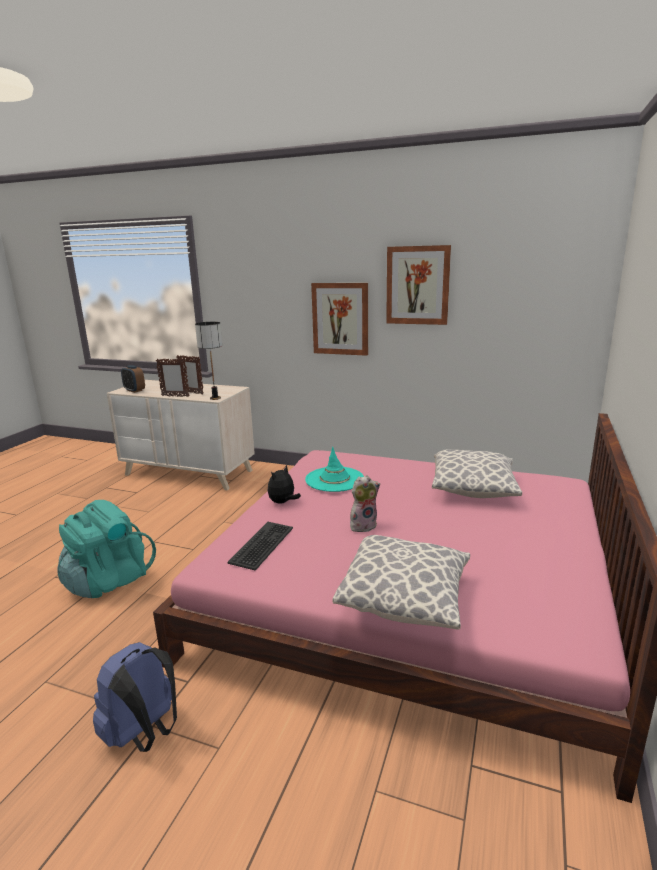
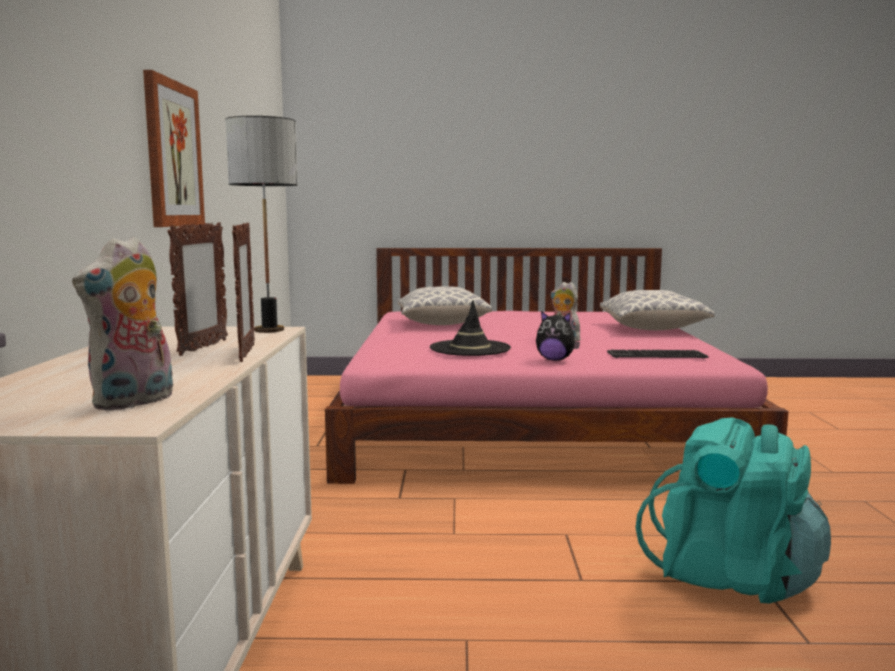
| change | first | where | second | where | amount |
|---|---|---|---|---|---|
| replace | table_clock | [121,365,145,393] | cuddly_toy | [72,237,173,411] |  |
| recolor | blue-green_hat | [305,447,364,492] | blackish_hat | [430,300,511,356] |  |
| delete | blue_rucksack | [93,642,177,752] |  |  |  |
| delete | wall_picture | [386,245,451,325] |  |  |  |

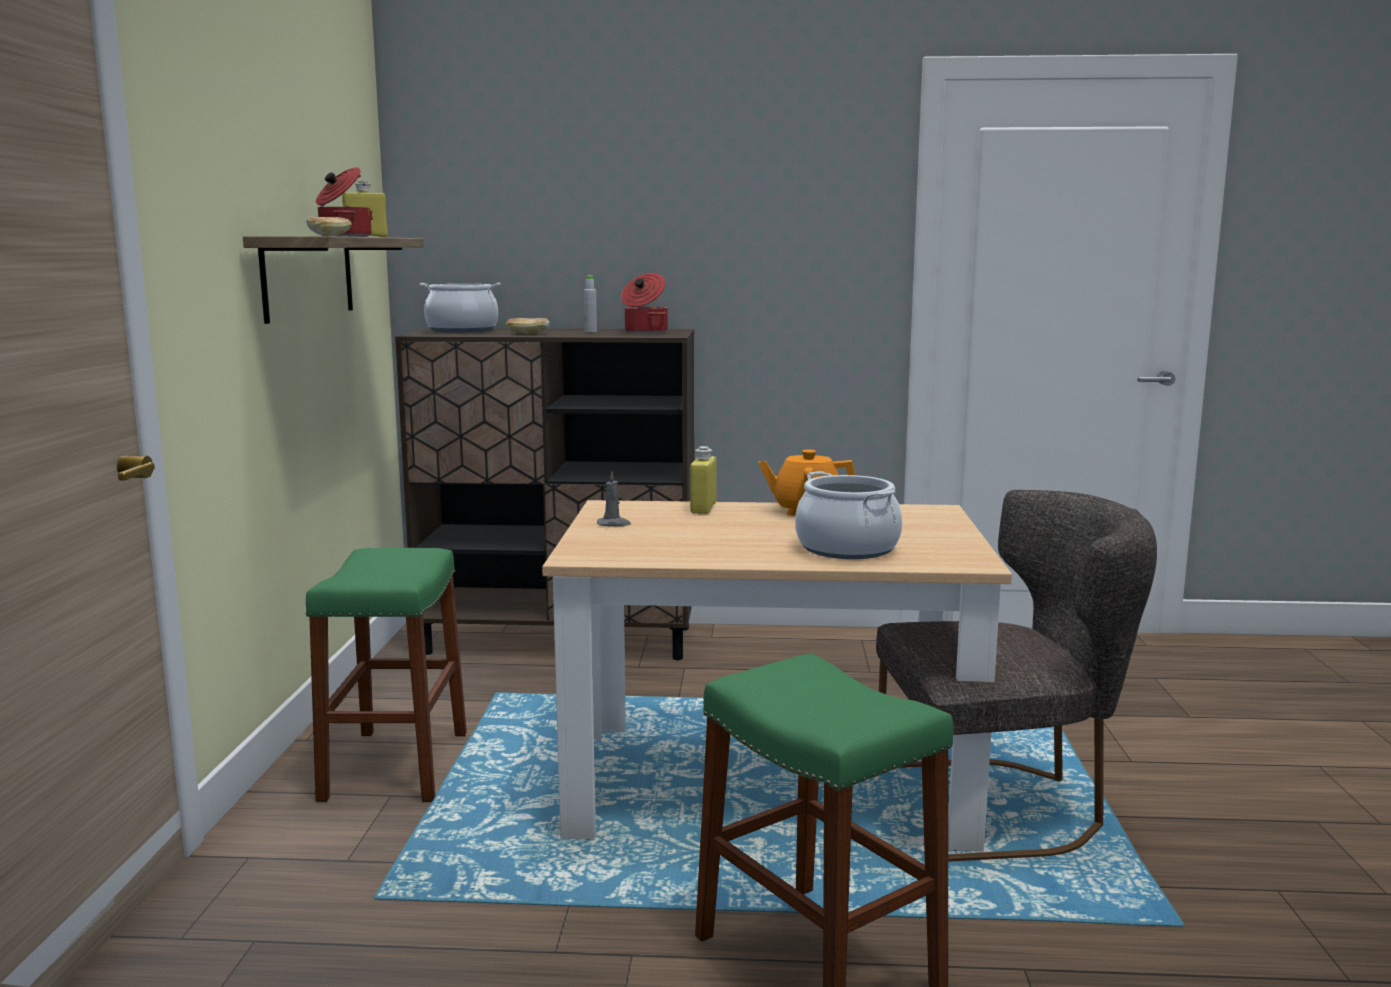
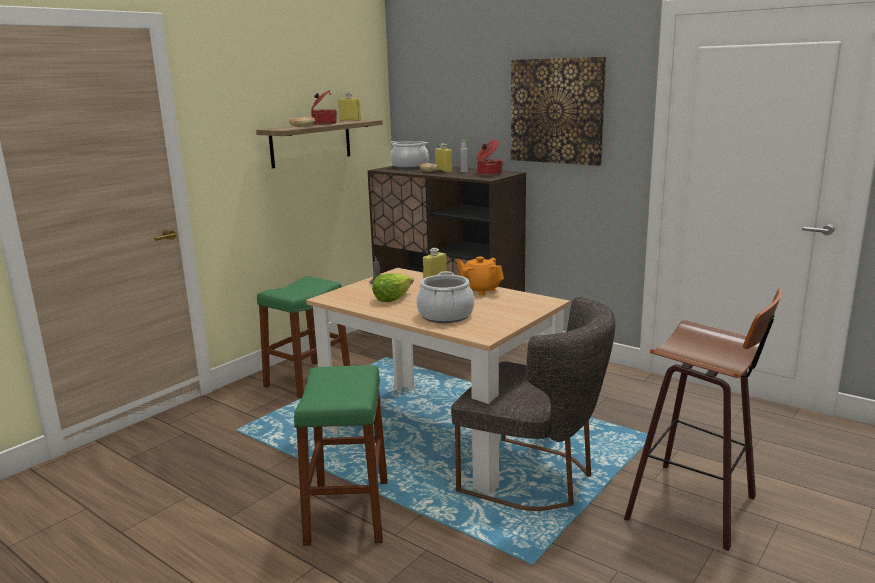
| change | first | where | second | where | amount |
|---|---|---|---|---|---|
| insert |  |  | lettuce_head | [372,273,414,302] |  |
| insert |  |  | yellowish_beverage_bottle | [435,143,452,172] |  |
| insert |  |  | wall_picture | [511,57,606,166] |  |
| insert |  |  | stool | [624,289,782,551] |  |

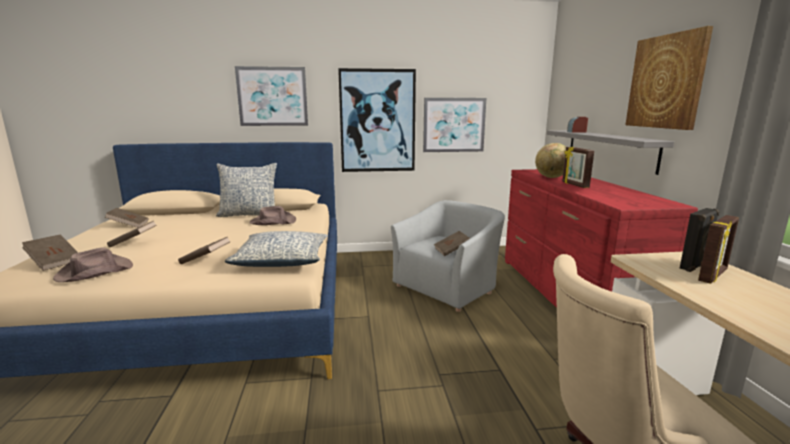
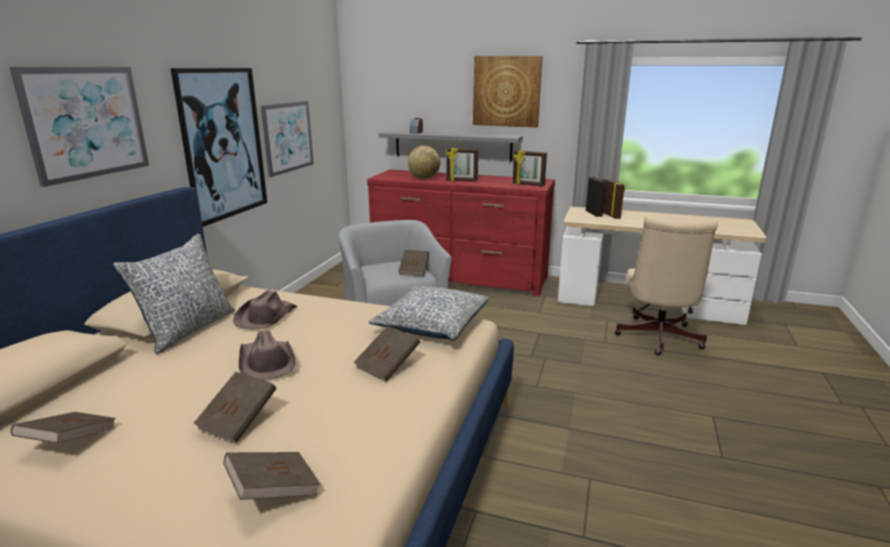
| change | first | where | second | where | amount |
|---|---|---|---|---|---|
| move | brown_hat | [53,248,133,282] |  | [238,330,296,380] |  |
| insert |  |  | picture_frame | [513,150,547,186] |  |

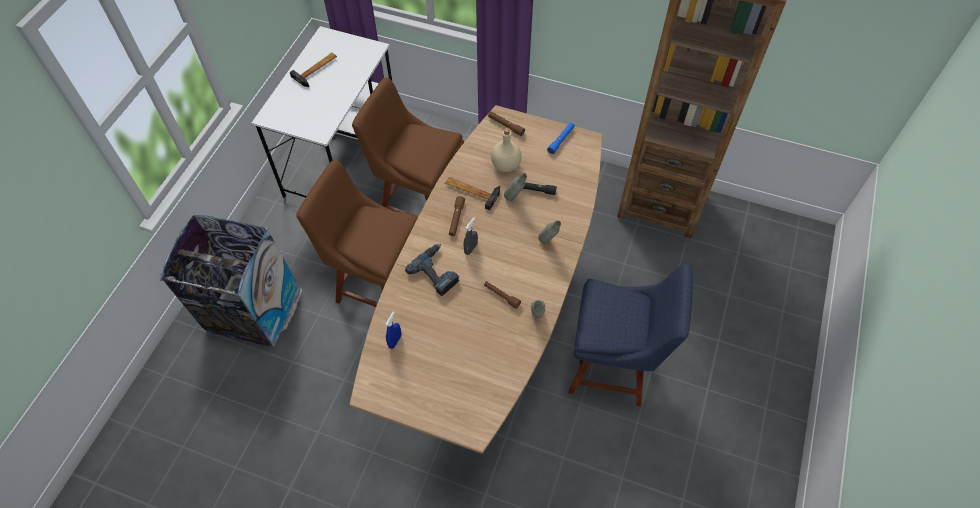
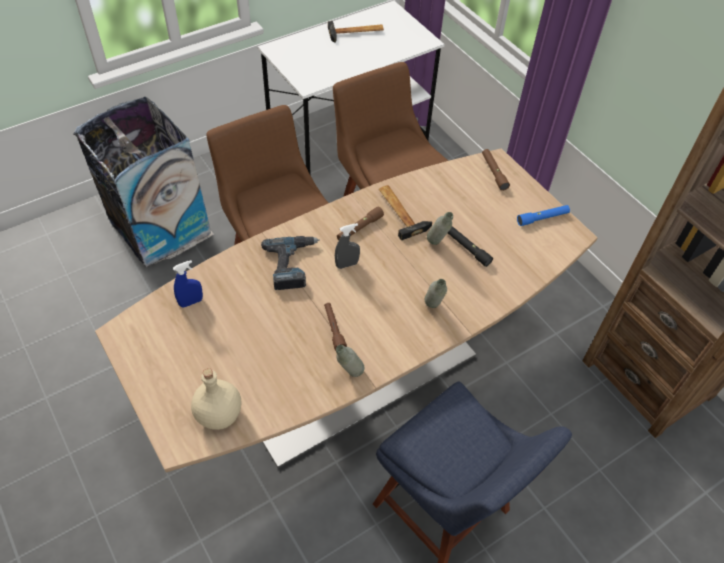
| change | first | where | second | where | amount |
|---|---|---|---|---|---|
| move | sand-coloured_beverage_bottle | [491,128,522,172] |  | [191,368,241,430] |  |

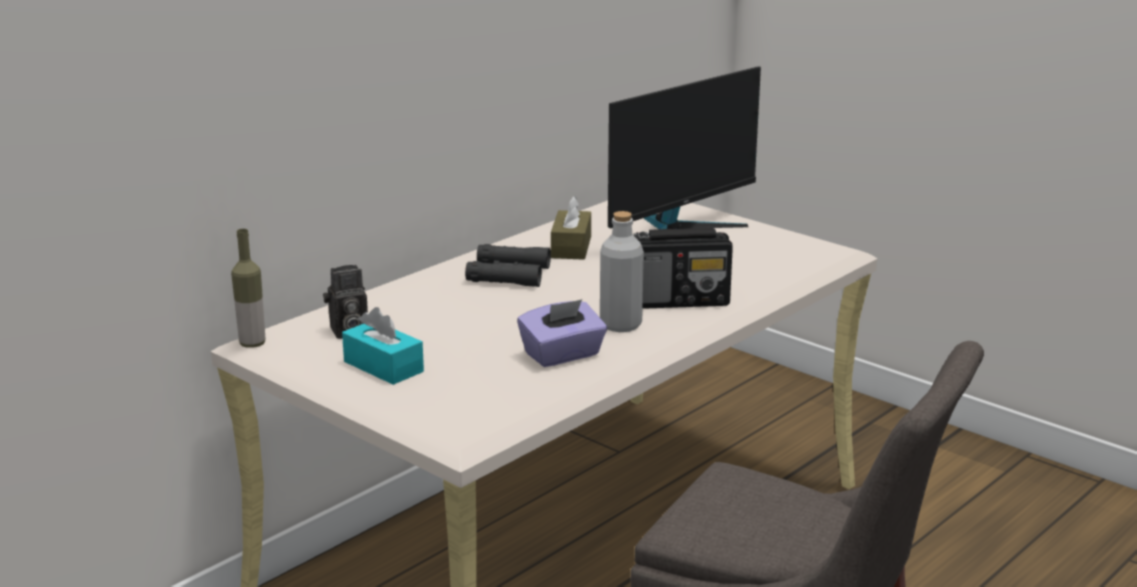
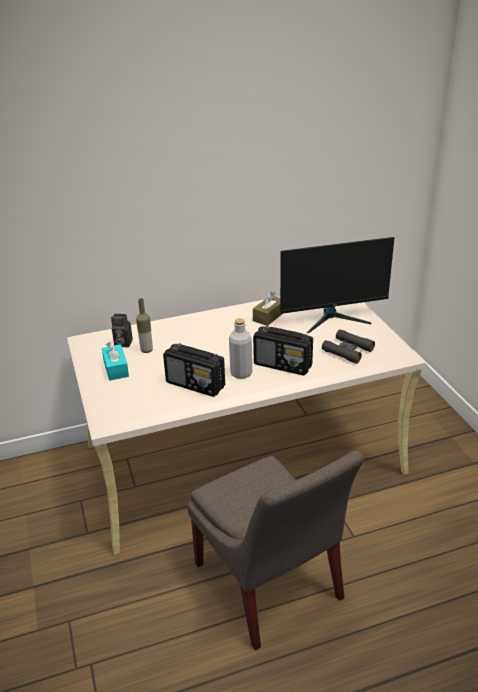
| change | first | where | second | where | amount |
|---|---|---|---|---|---|
| move | beverage_bottle | [231,229,265,348] |  | [136,298,153,353] |  |
| replace | purplish_box_of_tissues | [517,299,607,367] | radio_receiver | [163,343,225,397] |  |
| move | blackish_binoculars | [465,244,551,287] |  | [322,329,375,364] |  |

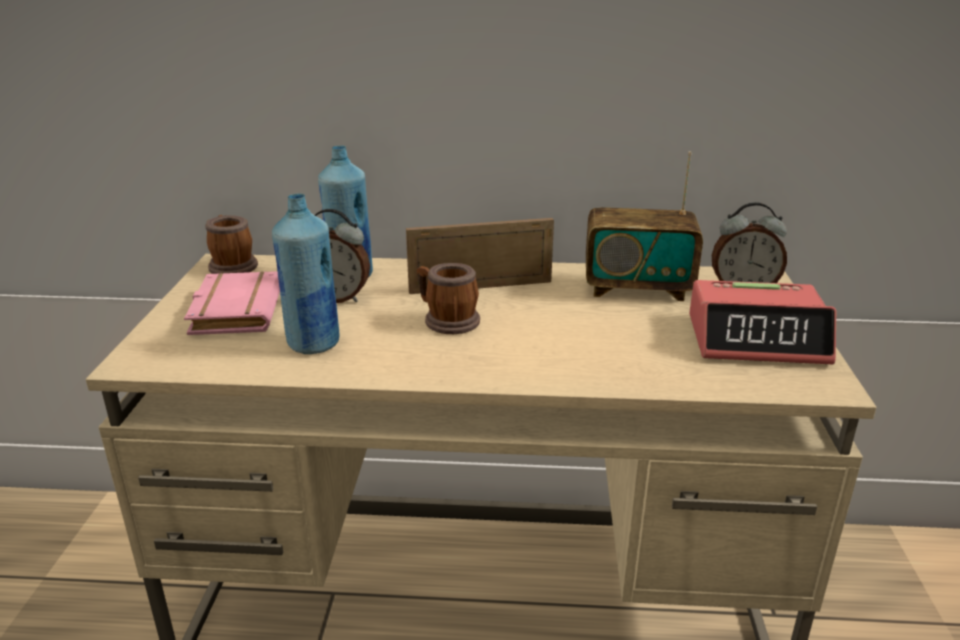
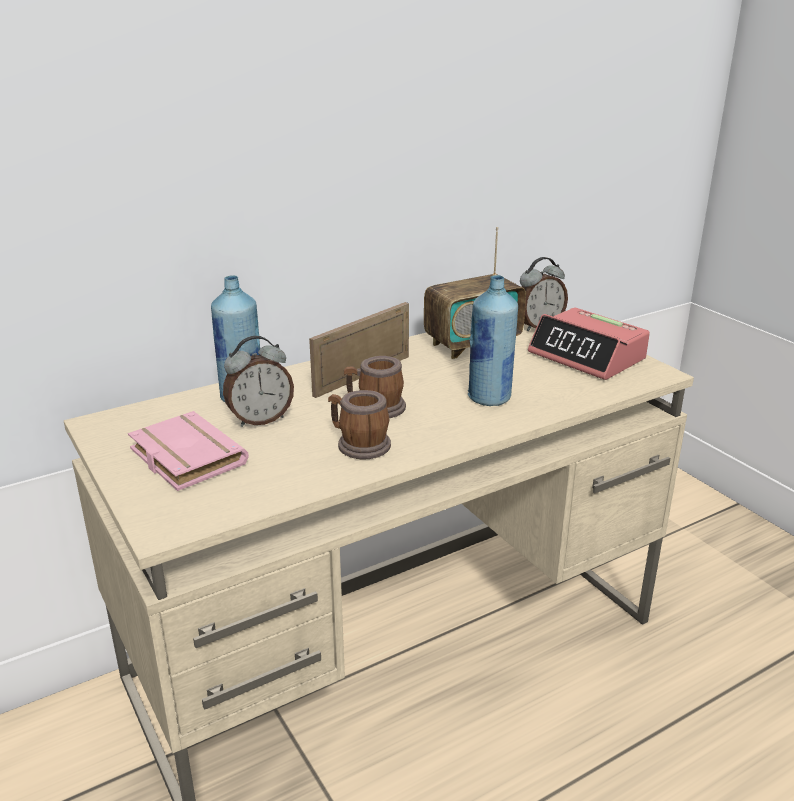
| change | first | where | second | where | amount |
|---|---|---|---|---|---|
| move | mug | [205,215,258,274] |  | [328,390,391,459] |  |
| move | blue_beverage_bottle | [272,193,340,354] |  | [468,275,518,406] |  |
| rotate | table_clock | [689,280,836,364] |  | [528,307,650,380] | 75 degrees clockwise |

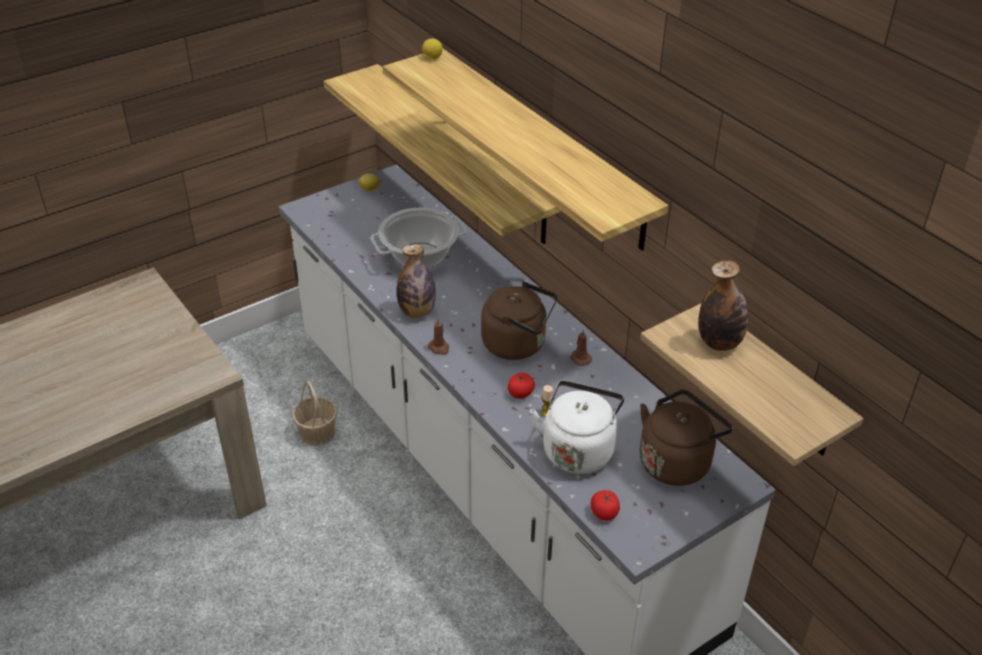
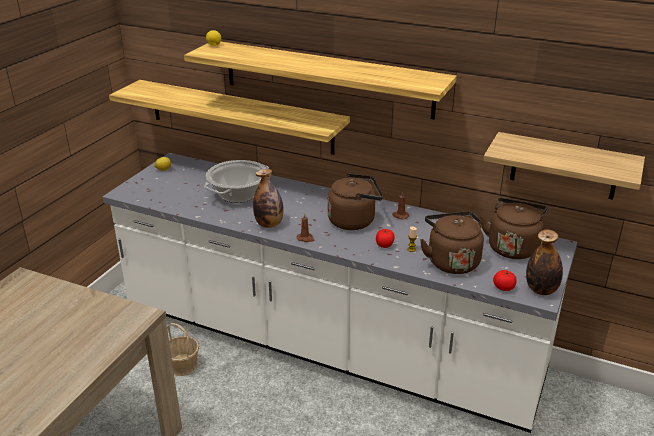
| change | first | where | second | where | amount |
|---|---|---|---|---|---|
| recolor | white_tea_kettle | [530,380,624,474] | brown_tea_kettle | [420,211,484,274] |  |
| move | beverage_bottle | [698,260,748,351] |  | [526,230,563,295] |  |

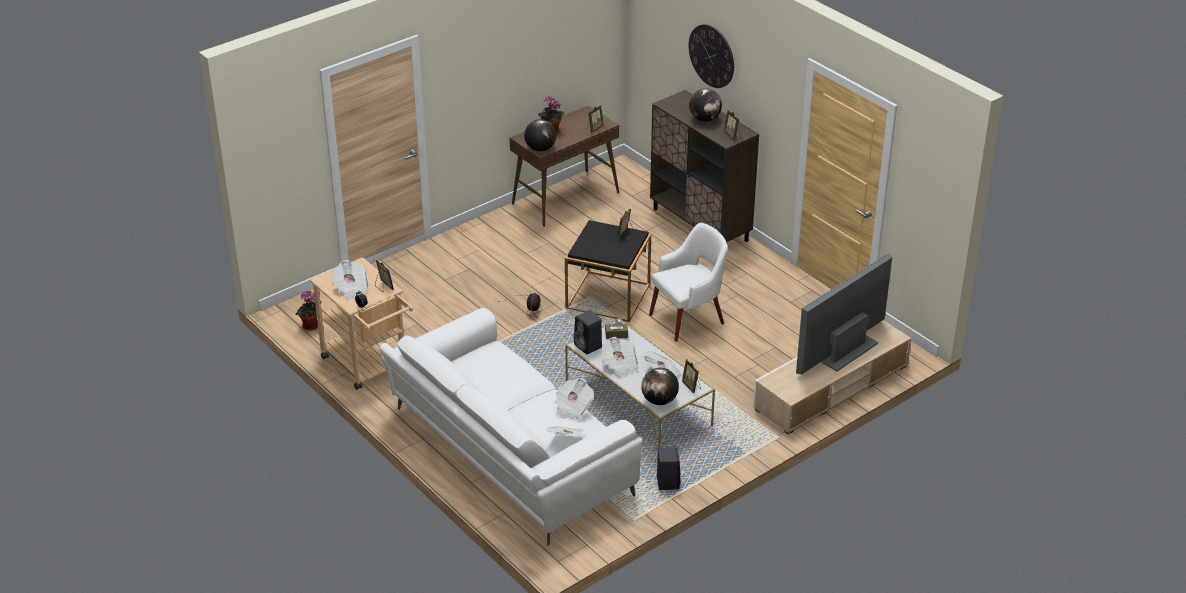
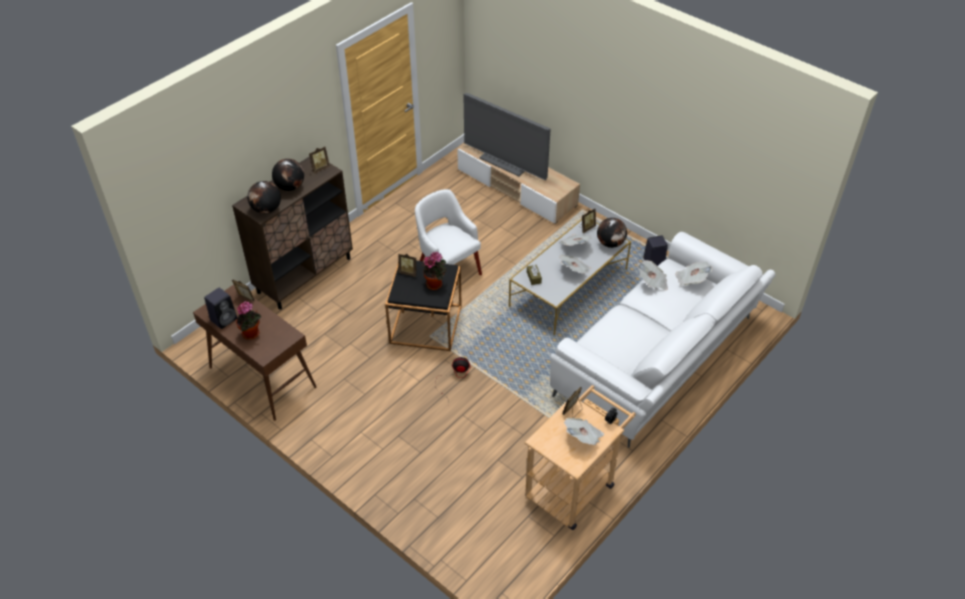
| change | first | where | second | where | amount |
|---|---|---|---|---|---|
| move | blackish_audio_speaker | [573,310,602,354] |  | [204,288,237,329] |  |
| move | desk_globe | [524,119,556,152] |  | [247,181,281,214] |  |
| move | potted_plant | [295,290,321,331] |  | [422,252,447,290] |  |
| delete | clock_on_the_wall | [689,24,734,88] |  |  |  |

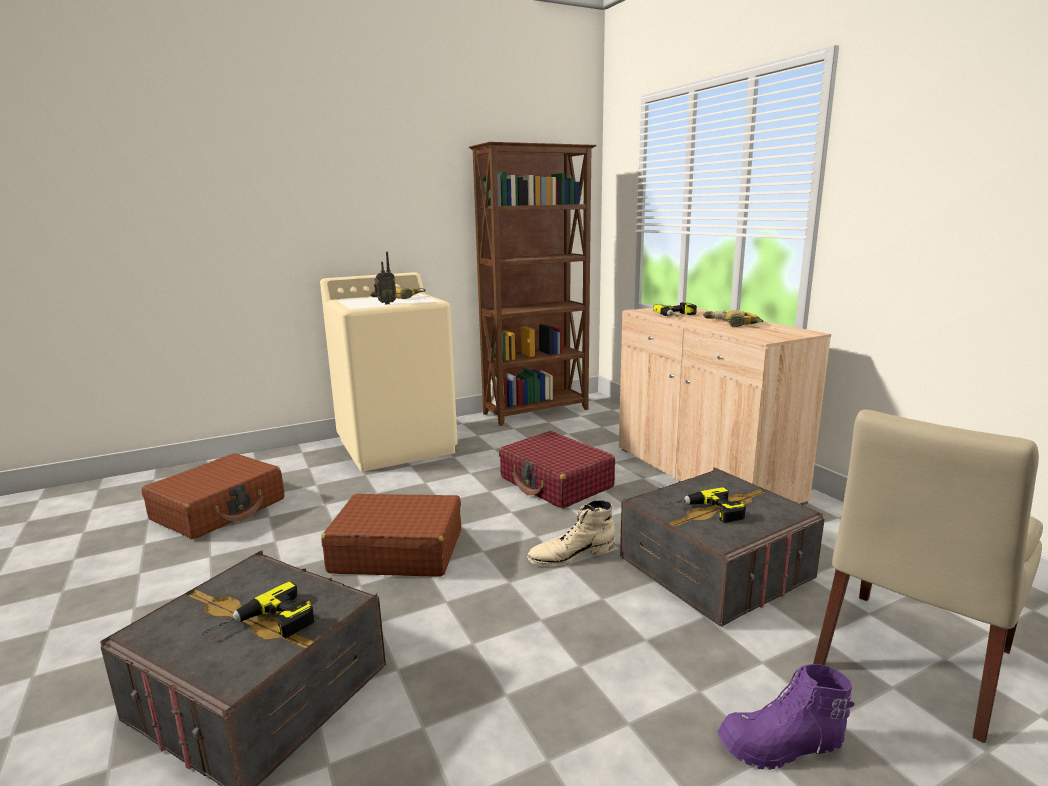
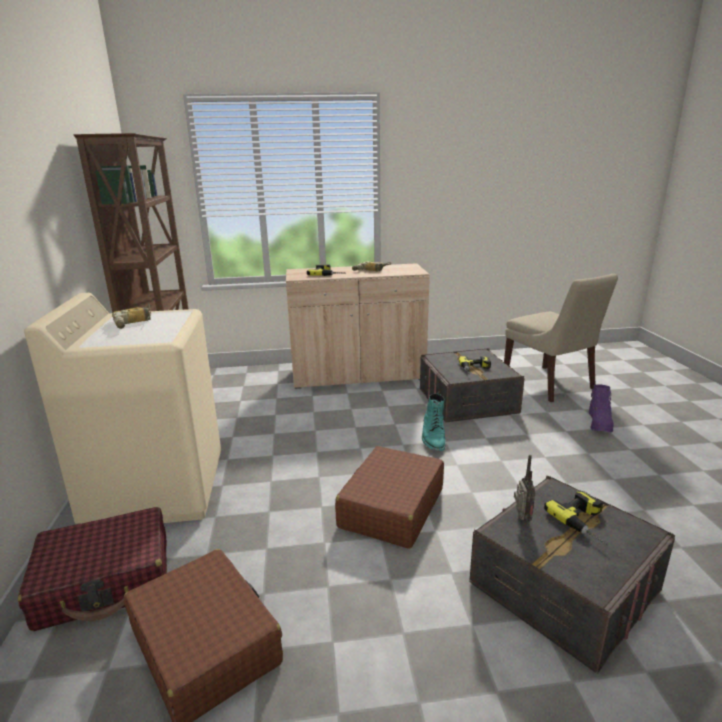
| change | first | where | second | where | amount |
|---|---|---|---|---|---|
| move | reddish_travel_case | [499,431,615,509] |  | [18,507,167,631] |  |
| recolor | sand-coloured_boot | [527,500,615,566] | blue-green_boot | [422,393,446,451] |  |
| move | radio_receiver | [374,252,397,304] |  | [514,455,535,521] |  |

